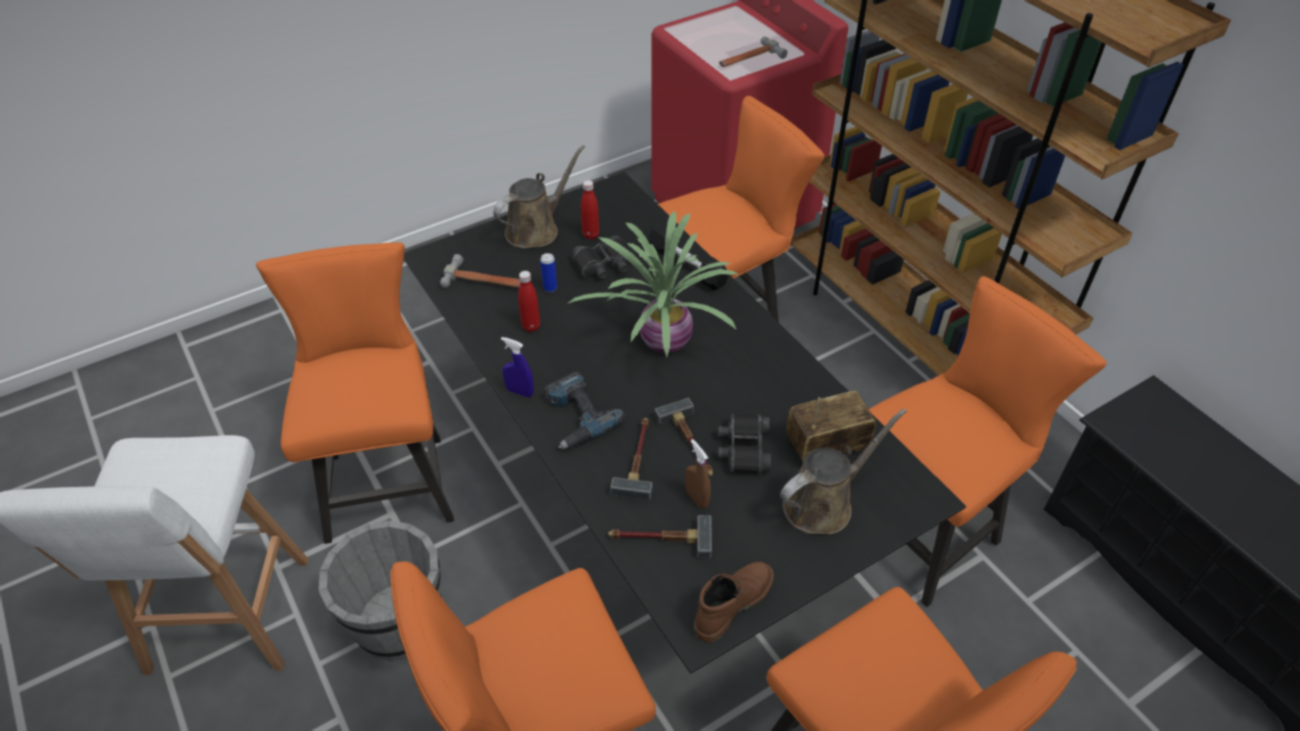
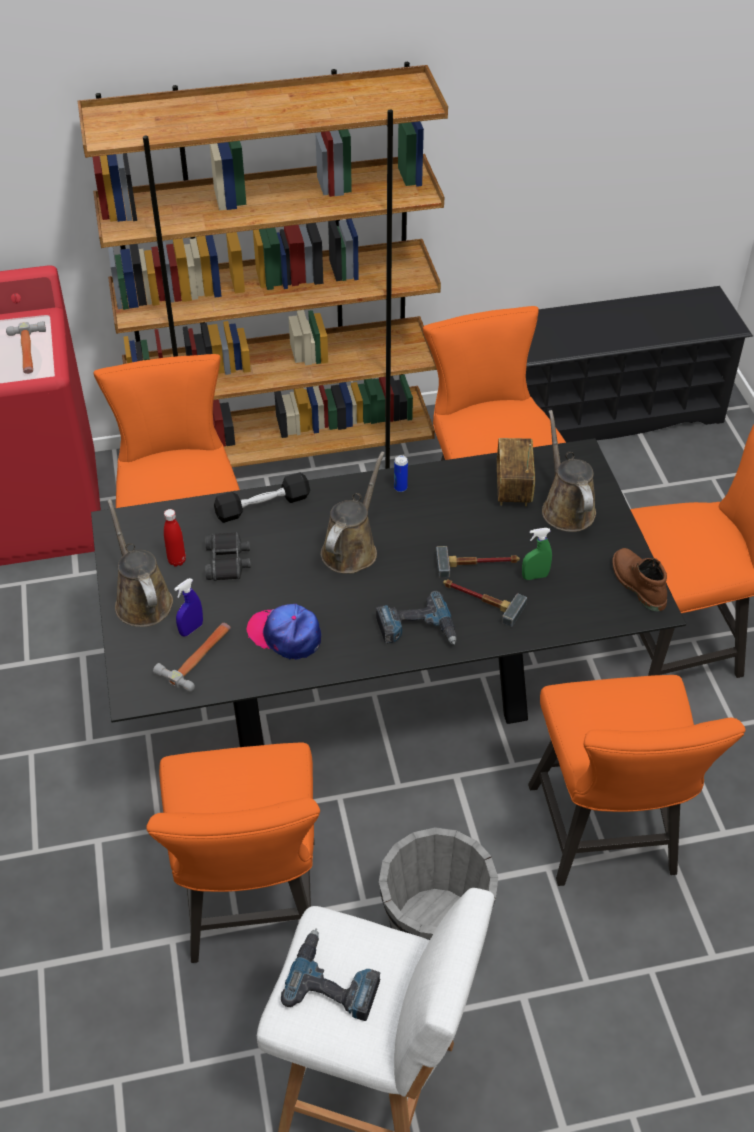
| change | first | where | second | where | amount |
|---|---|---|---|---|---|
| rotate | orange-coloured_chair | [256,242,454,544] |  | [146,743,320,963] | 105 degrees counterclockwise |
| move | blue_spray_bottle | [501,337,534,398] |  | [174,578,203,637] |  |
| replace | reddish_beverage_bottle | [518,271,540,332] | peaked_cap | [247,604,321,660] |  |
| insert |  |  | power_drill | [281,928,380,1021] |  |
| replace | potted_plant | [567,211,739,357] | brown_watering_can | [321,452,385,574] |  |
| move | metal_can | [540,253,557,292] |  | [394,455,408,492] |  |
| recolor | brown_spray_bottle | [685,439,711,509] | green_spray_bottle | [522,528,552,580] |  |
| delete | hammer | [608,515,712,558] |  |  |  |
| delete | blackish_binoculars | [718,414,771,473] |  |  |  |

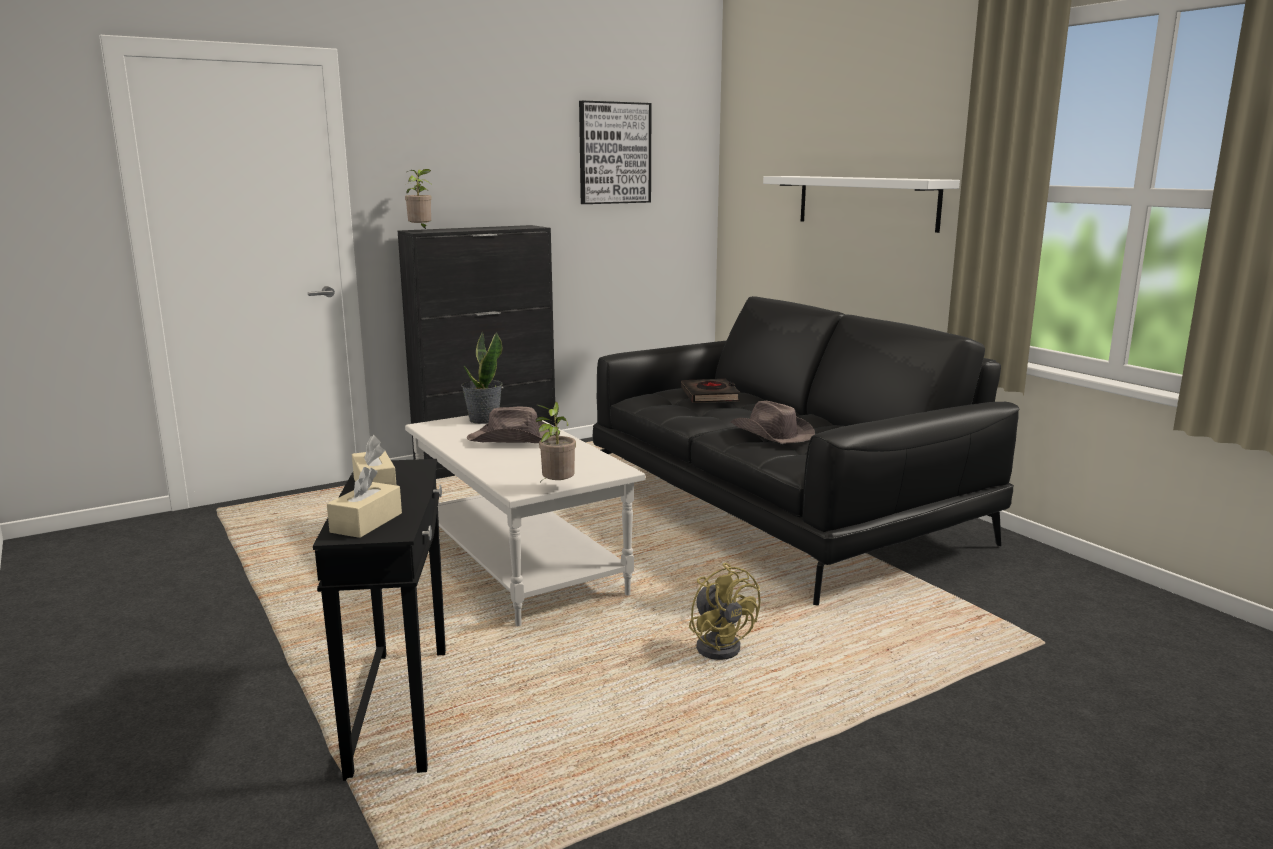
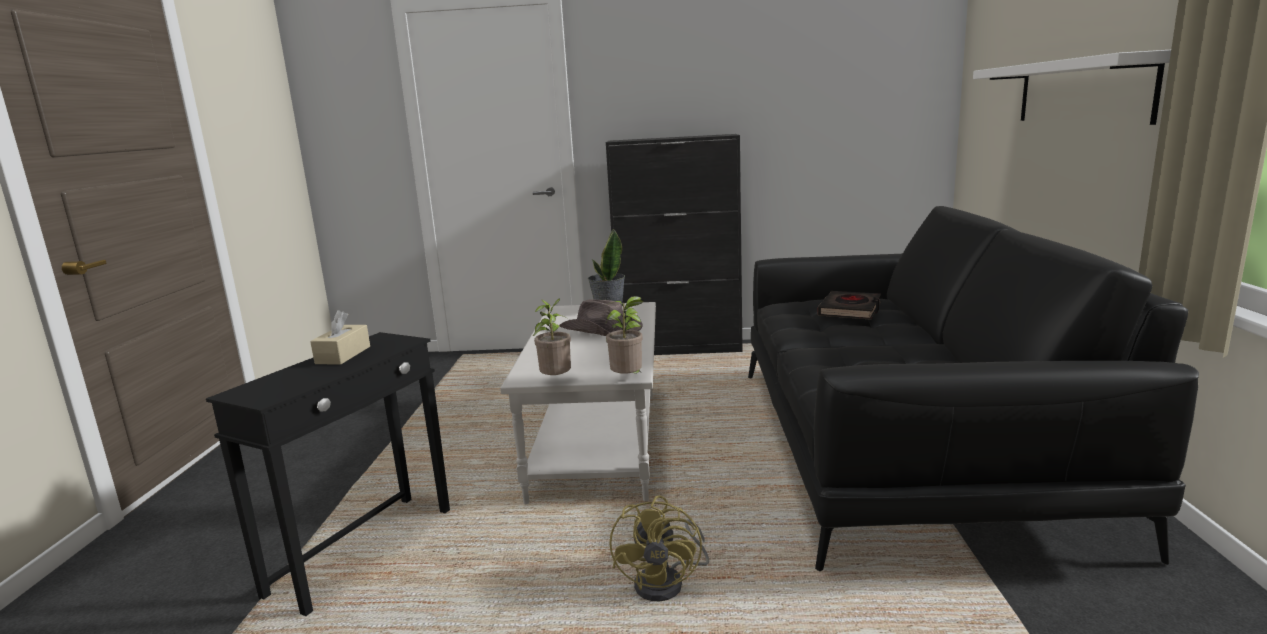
| change | first | where | second | where | amount |
|---|---|---|---|---|---|
| move | potted_plant | [403,169,432,229] |  | [606,296,643,374] |  |
| delete | sand-coloured_box_of_tissues | [327,467,402,538] |  |  |  |
| delete | wall_picture | [579,100,652,204] |  |  |  |
| delete | brown_hat | [731,401,815,444] |  |  |  |

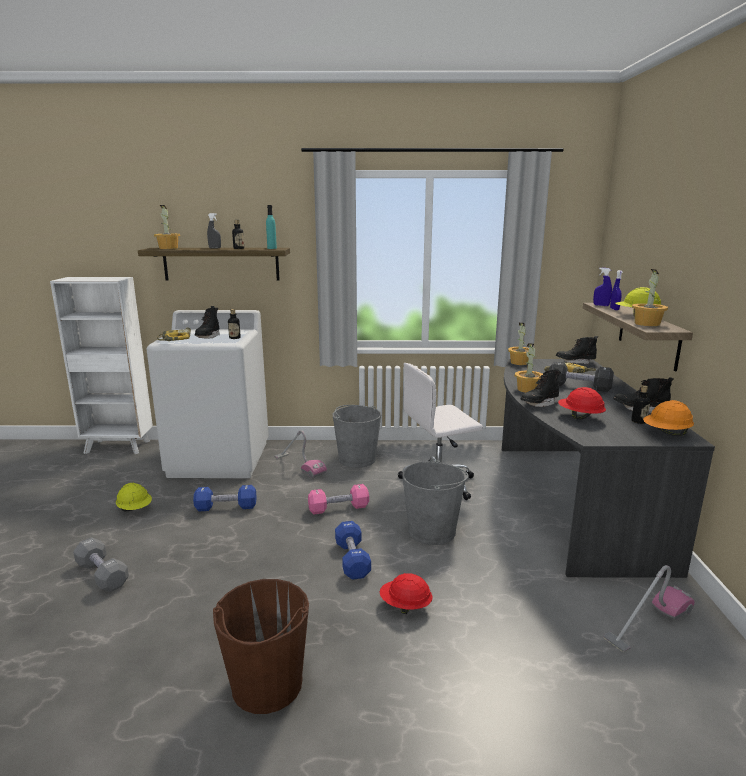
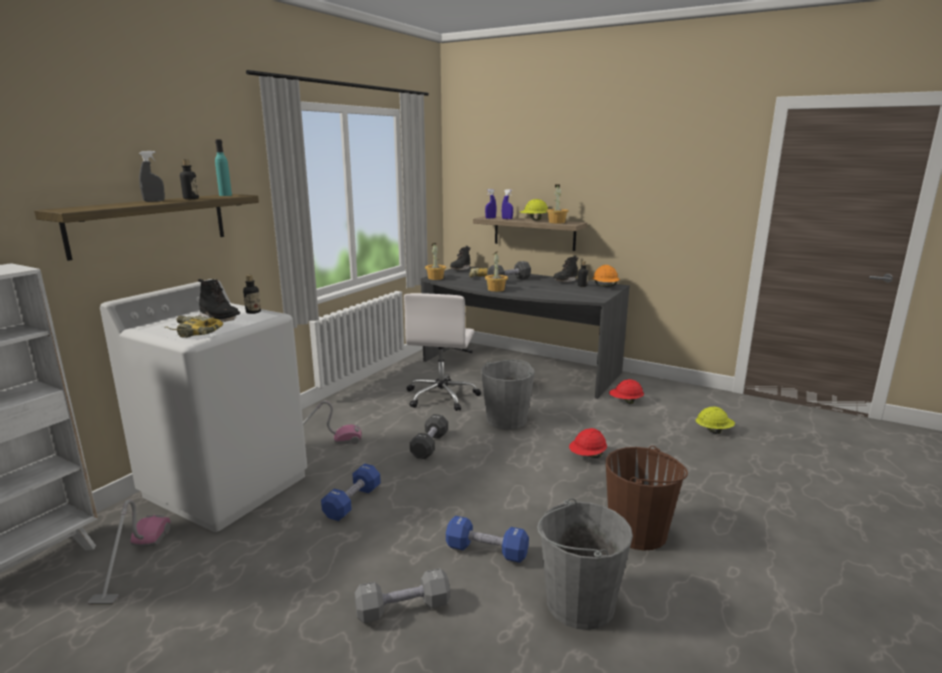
| change | first | where | second | where | amount |
|---|---|---|---|---|---|
| move | vacuum_cleaner | [604,565,695,652] |  | [88,500,171,605] |  |
| recolor | pink_hand_weight | [308,484,369,514] | blackish_hand_weight | [410,414,448,459] |  |
| move | blue_hand_weight | [335,521,371,580] |  | [446,516,529,563] |  |
| move | gray_water_bucket | [333,405,381,468] |  | [537,498,633,630] |  |
| move | reddish_hard_hat | [558,387,606,420] |  | [609,379,644,404] |  |
| move | yellowish_hard_hat | [116,483,152,511] |  | [696,407,735,434] |  |
| delete | potted_plant | [154,205,180,249] |  |  |  |
| delete | blackish_boot | [520,368,561,407] |  |  |  |

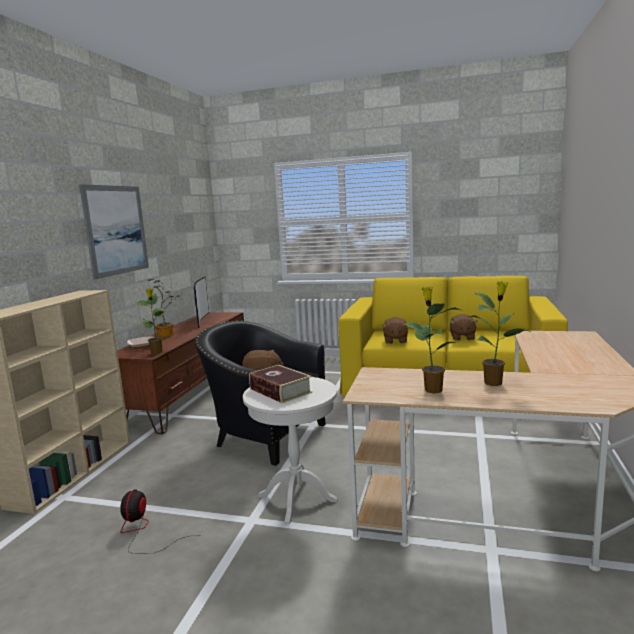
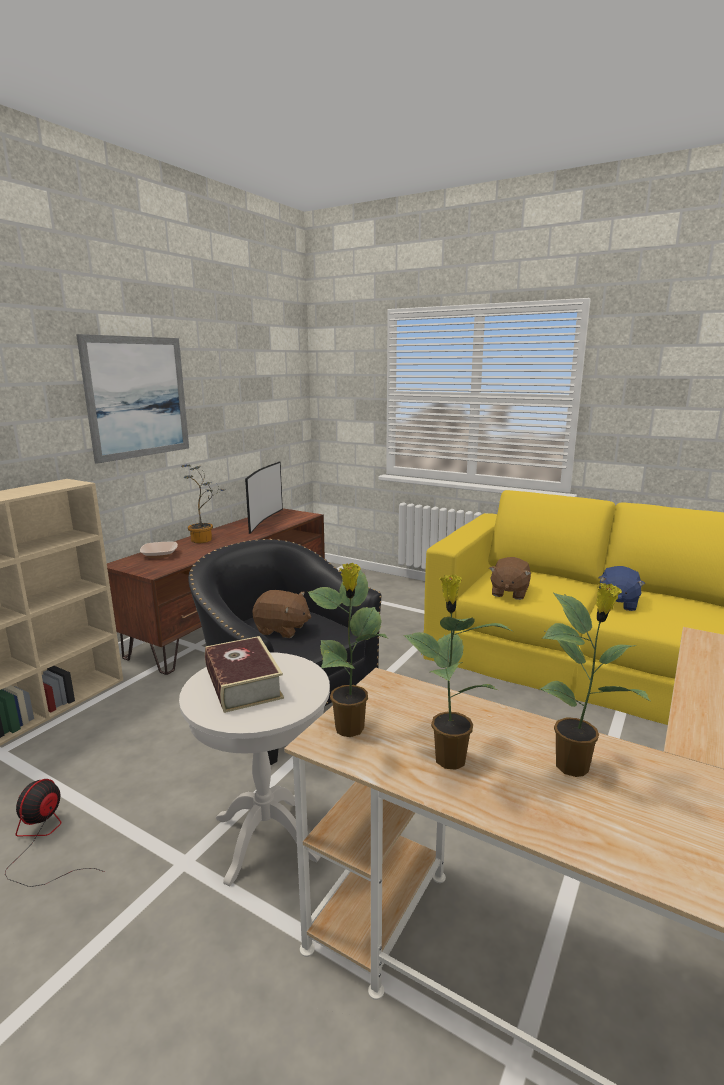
| change | first | where | second | where | amount |
|---|---|---|---|---|---|
| move | potted_plant | [136,288,165,354] |  | [308,563,389,737] |  |
| recolor | brown_cuddly_toy | [450,314,478,340] | blue_cuddly_toy | [598,566,645,611] |  |

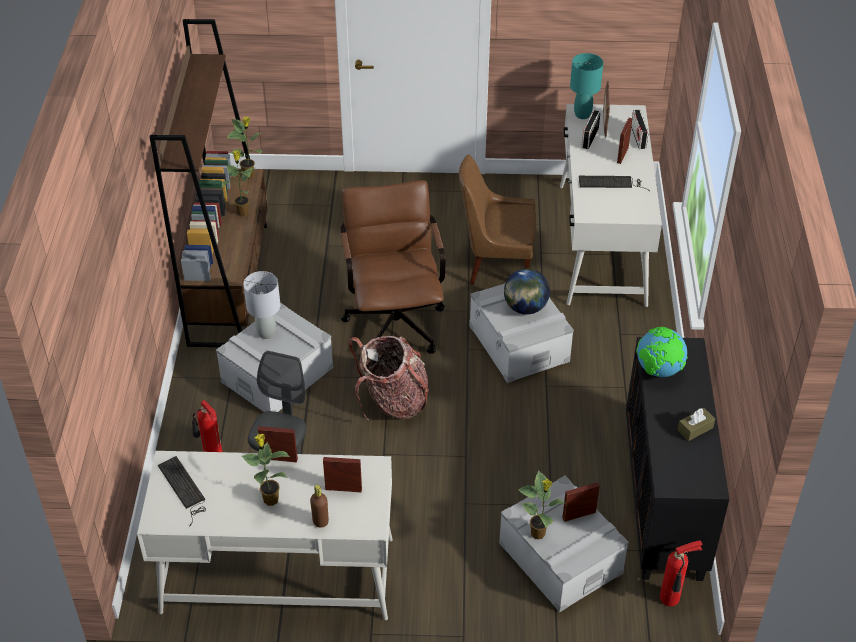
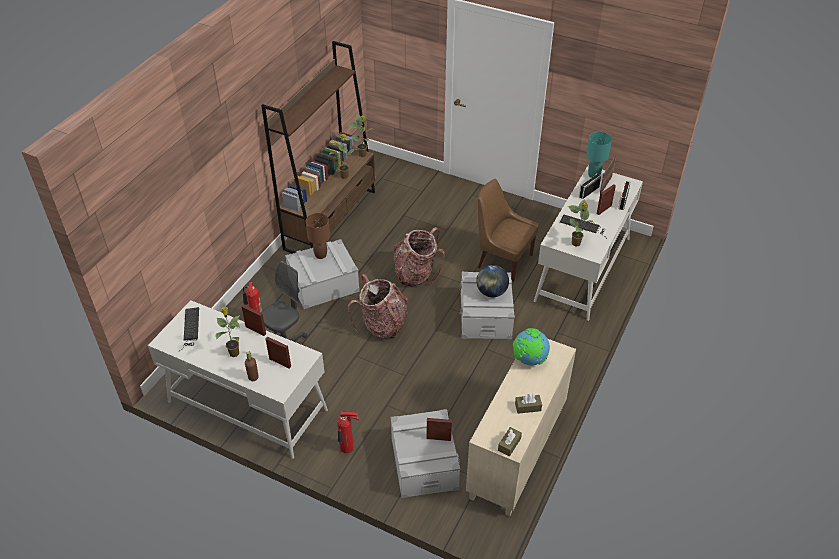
| change | first | where | second | where | amount |
|---|---|---|---|---|---|
| recolor | gray_tabletop_lamp | [243,271,280,339] | brown_tabletop_lamp | [306,213,330,259] |  |
| move | fire-fighting_cylinder | [660,540,702,606] |  | [337,412,360,453] |  |
| replace | brown_office_chair | [341,180,445,354] | rucksack | [393,227,445,287] |  |
| recolor | blackish_storage_cabinet | [626,337,729,581] | sand-coloured_storage_cabinet | [466,339,576,517] |  |
| insert |  |  | brown_box_of_tissues | [498,427,522,456] |  |
| move | potted_plant | [518,470,565,539] |  | [568,199,594,246] |  |

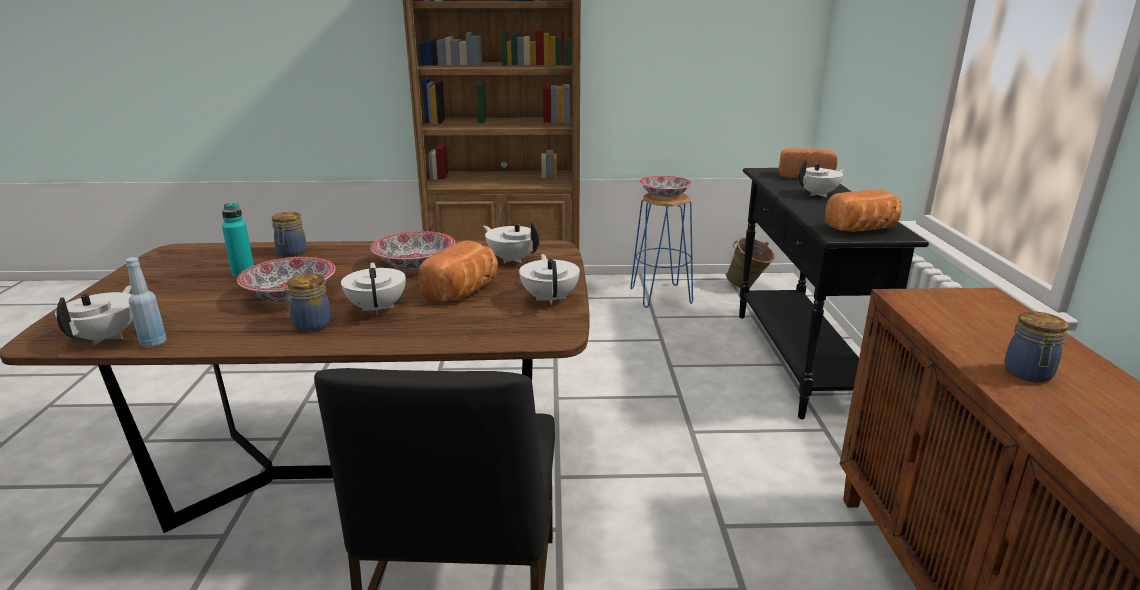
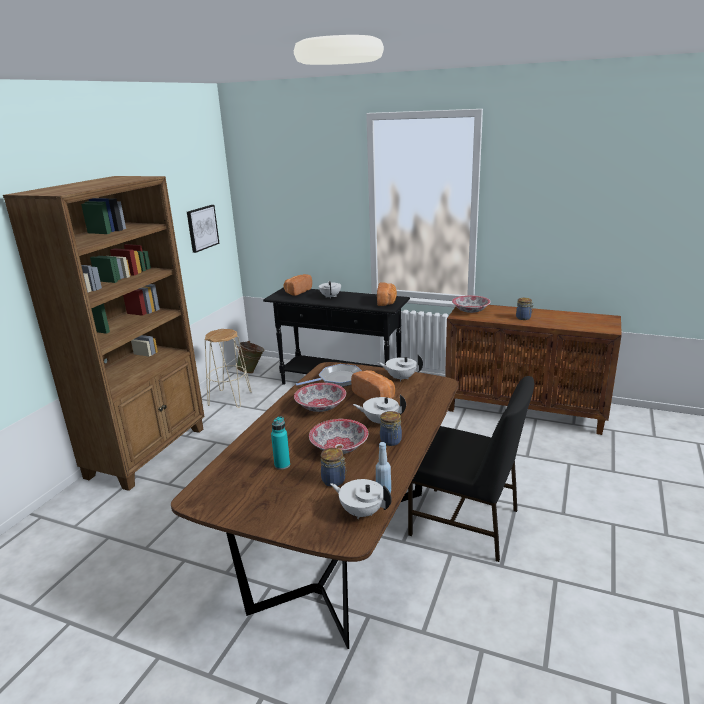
| change | first | where | second | where | amount |
|---|---|---|---|---|---|
| insert |  |  | wall_picture | [187,205,220,253] |  |
| recolor | blue_stool | [630,193,693,308] | sand-coloured_stool | [205,329,252,408] |  |
| replace | white_pot_for_tea | [483,221,539,264] | pan | [296,364,362,387] |  |
| move | storage_jar | [272,212,307,257] |  | [321,448,347,487] |  |
| move | bowl | [639,176,692,197] |  | [452,295,491,313] |  |

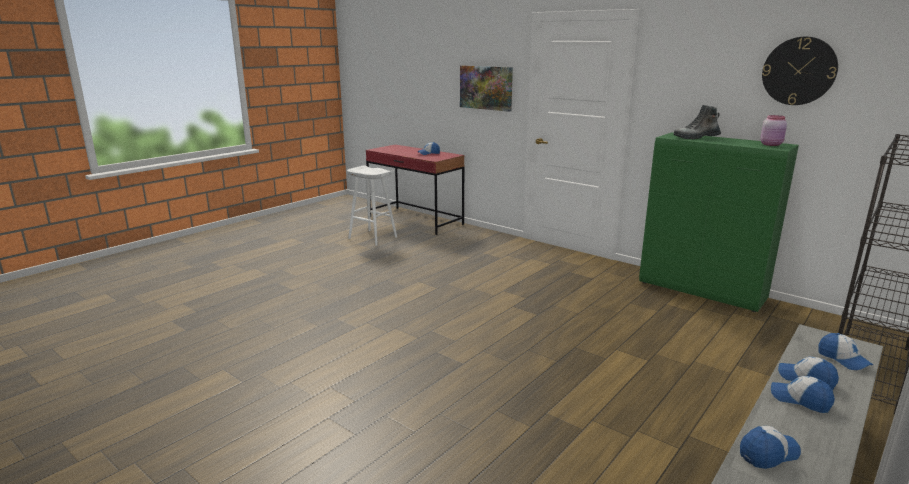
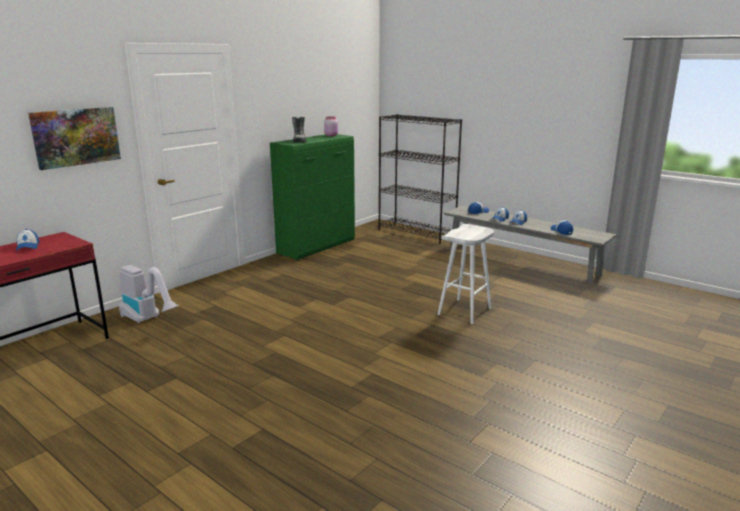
| change | first | where | second | where | amount |
|---|---|---|---|---|---|
| insert |  |  | vacuum_cleaner | [119,265,179,323] |  |
| move | white_stool | [347,165,397,246] |  | [437,224,494,324] |  |
| delete | clock_on_the_wall | [762,37,838,105] |  |  |  |

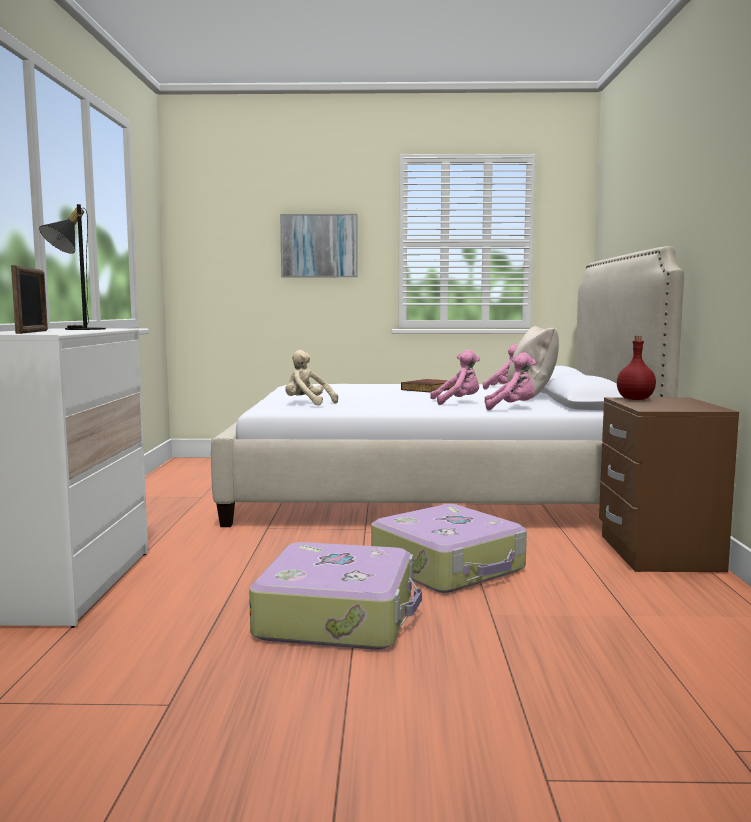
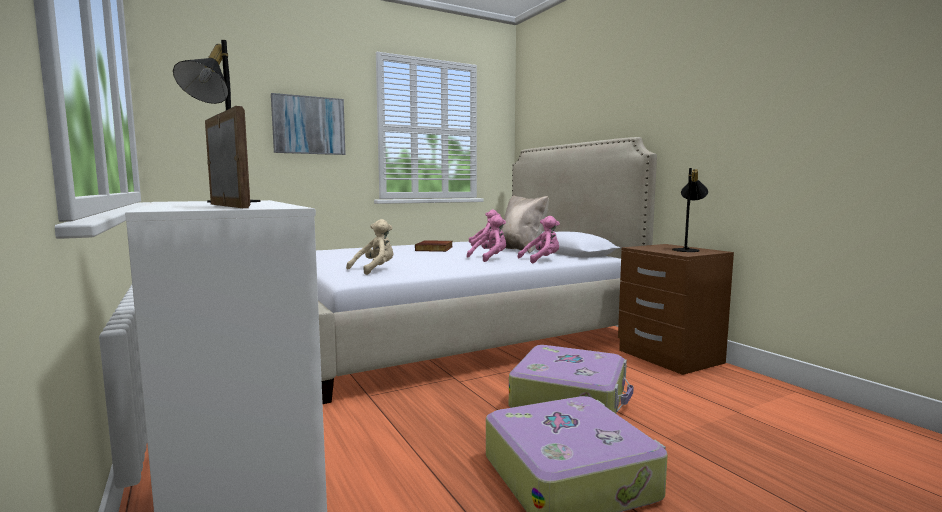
| change | first | where | second | where | amount |
|---|---|---|---|---|---|
| rotate | sand-coloured_cuddly_toy | [285,350,338,405] |  | [346,219,393,275] | 135 degrees clockwise |
| insert |  |  | blackish_tabletop_lamp | [672,168,708,252] |  |
| delete | reddish_beverage_bottle | [617,336,656,400] |  |  |  |

